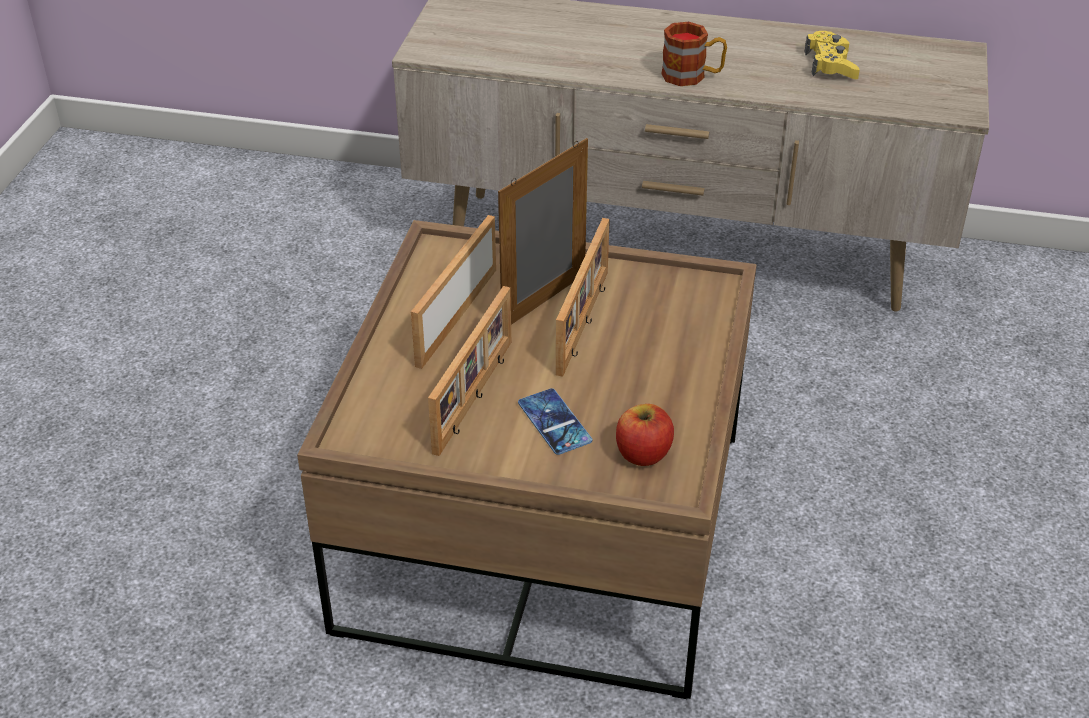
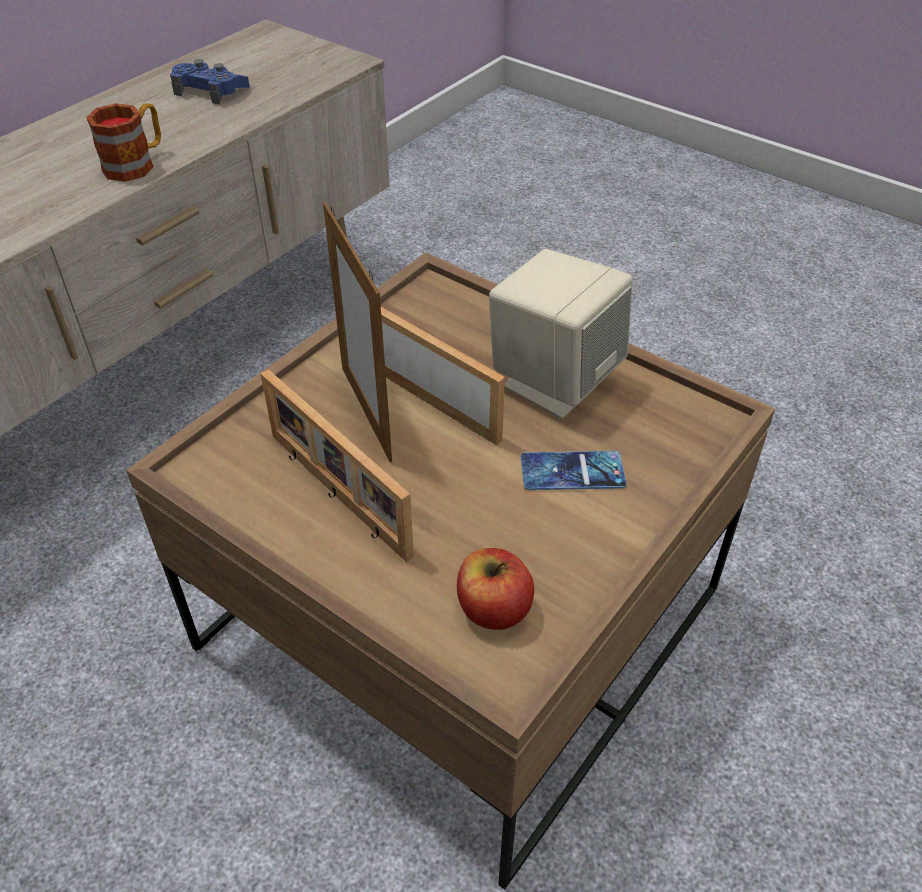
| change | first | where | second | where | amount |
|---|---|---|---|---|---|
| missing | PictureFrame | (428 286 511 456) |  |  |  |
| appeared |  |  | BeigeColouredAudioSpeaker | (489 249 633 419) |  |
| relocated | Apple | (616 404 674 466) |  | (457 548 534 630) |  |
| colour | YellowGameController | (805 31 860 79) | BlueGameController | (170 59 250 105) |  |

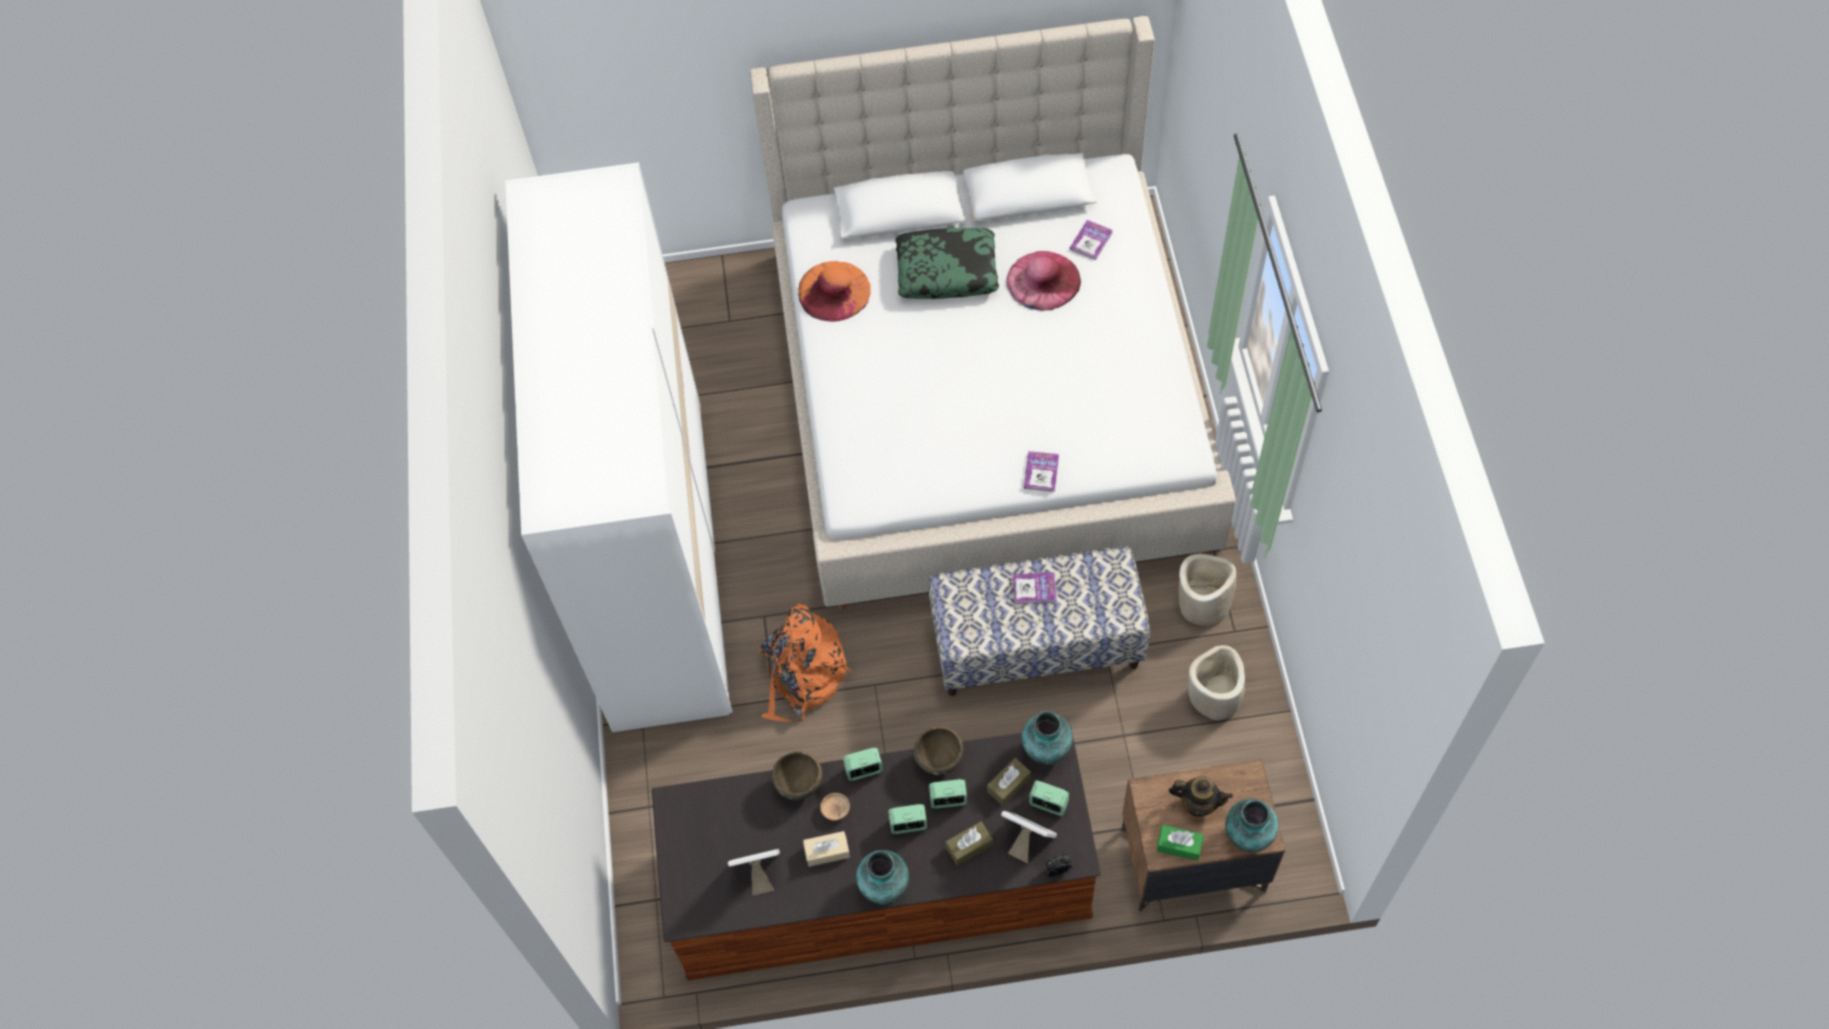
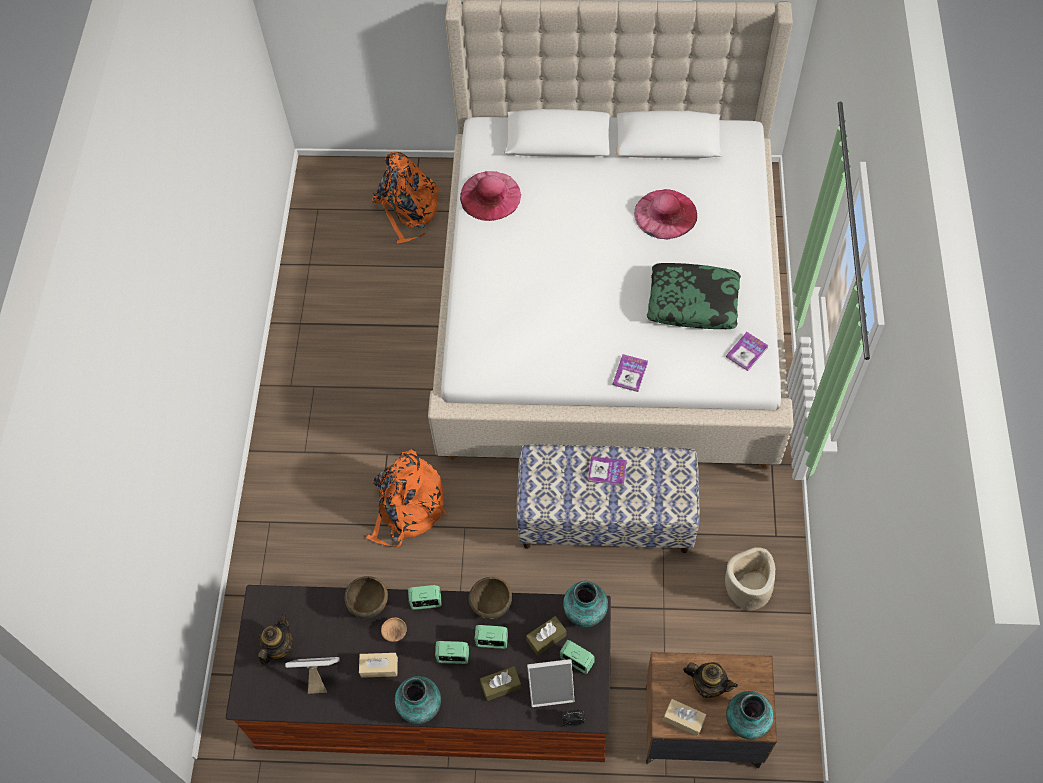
| change | first | where | second | where | amount |
|---|---|---|---|---|---|
| missing | WhitishArmoire | (505 162 733 732) |  |  |  |
| missing | BeigeColouredPlanter | (1179 554 1236 626) |  |  |  |
| appeared |  |  | TeaPot | (258 613 293 668) |  |
| appeared |  |  | OrangeyBackpack | (372 151 442 244) |  |
| relocated | Cushion | (895 228 999 299) |  | (647 263 741 329) |  |
| relocated | BoundBook | (1070 220 1113 260) |  | (726 332 769 371) |  |
| colour | OrangeyHat | (798 261 871 322) | PinkishHat | (460 171 521 221) |  |
| colour | GreenColouredBoxOfTissues | (1157 825 1204 861) | BeigeColouredBoxOfTissues | (663 699 706 736) |  |
| spun | PictureFrame | (1001 811 1057 863) |  | (527 659 574 707) | 135 degrees clockwise |

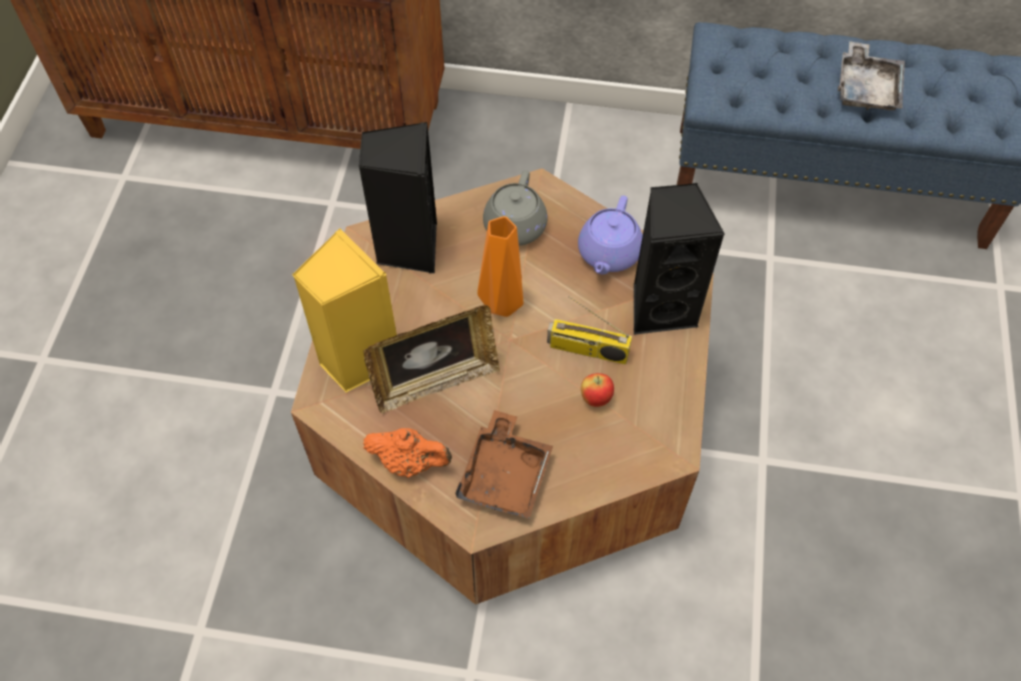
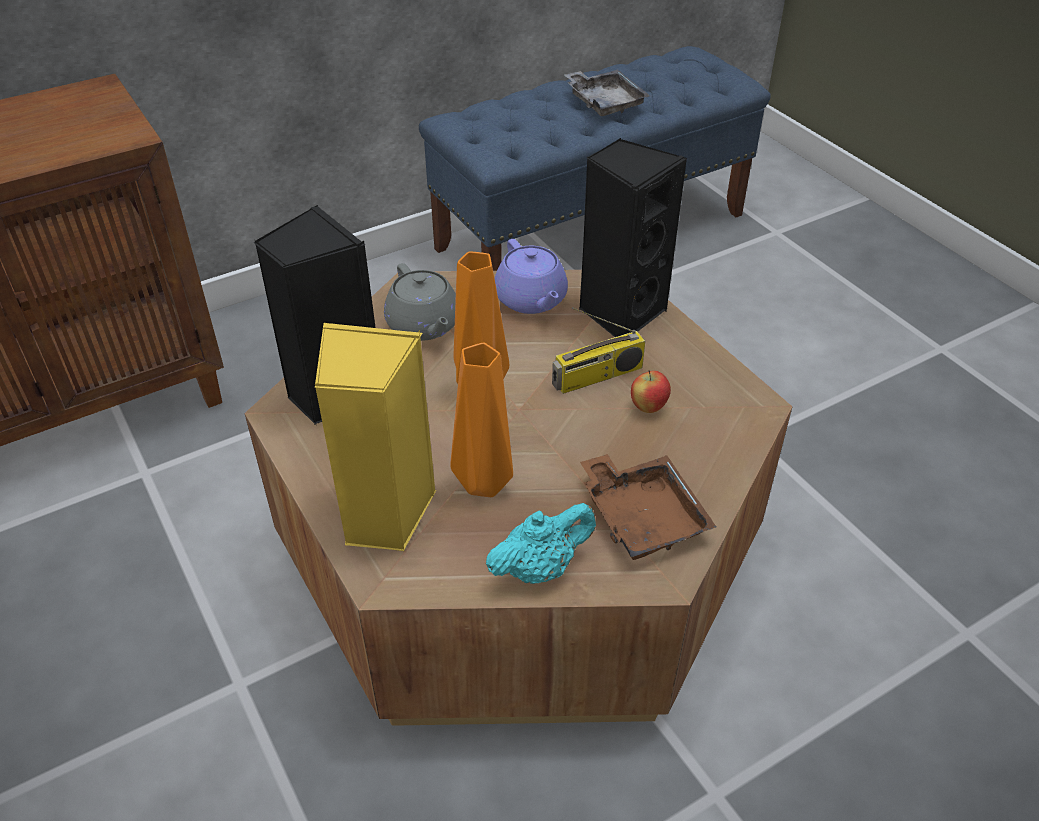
| change | first | where | second | where | amount |
|---|---|---|---|---|---|
| exchanged | PictureFrame | (364 305 500 413) | OrangeyDecorativeVase | (450 343 513 497) |  |
| colour | OrangeyTeaPot | (363 428 452 478) | BlueGreenTeaPot | (486 503 596 584) |  |

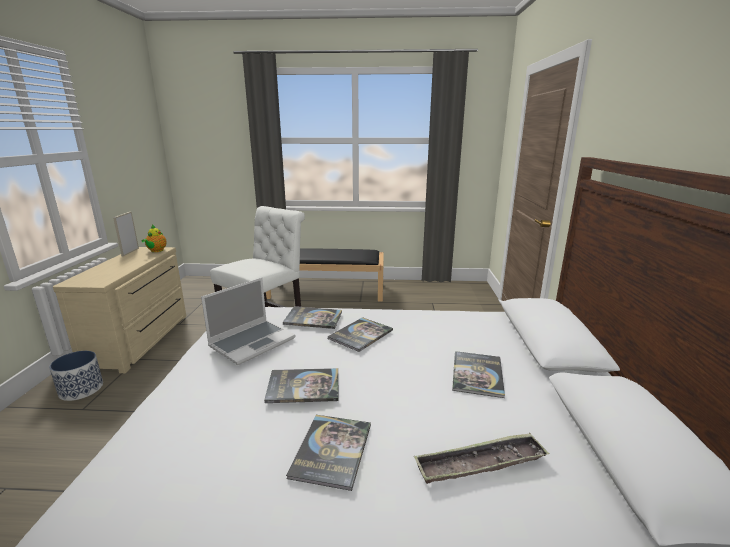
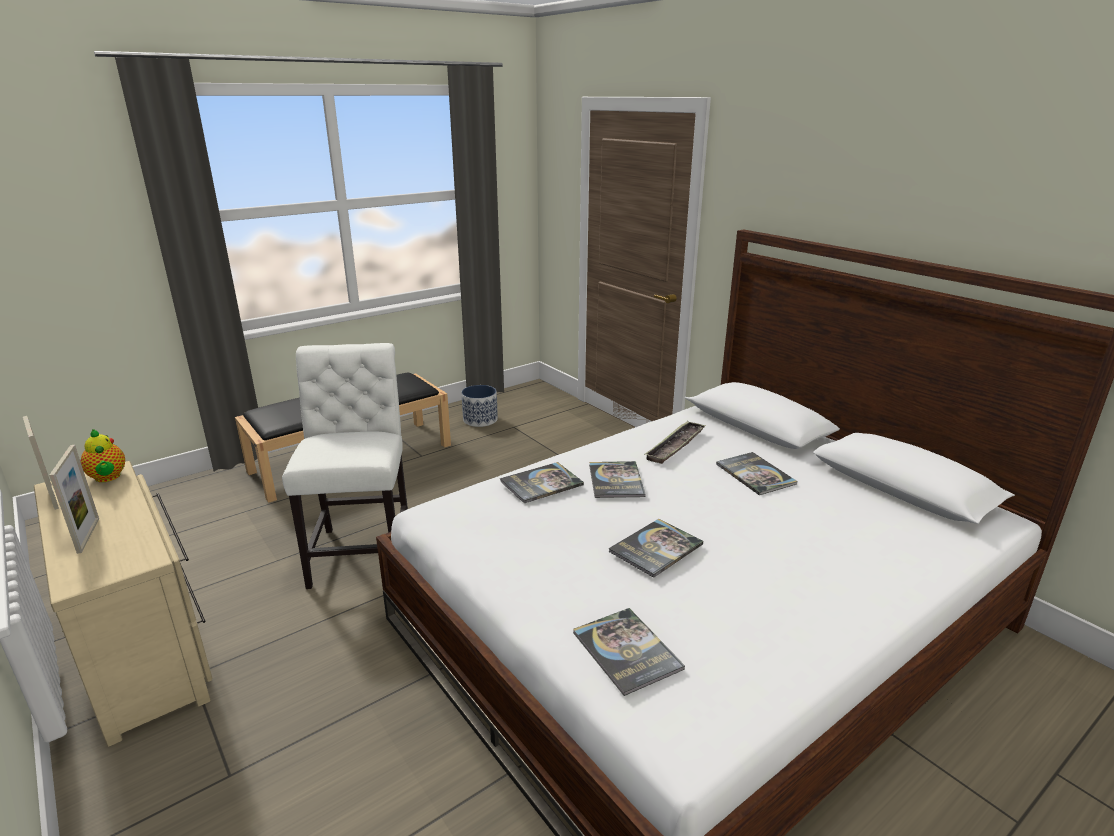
| change | first | where | second | where | amount |
|---|---|---|---|---|---|
| missing | PortableComputer | (201 278 296 365) |  |  |  |
| appeared |  |  | PictureFrame | (49 445 99 554) |  |
| relocated | Planter | (49 351 103 401) |  | (462 385 498 427) |  |
| relocated | BoundBook | (286 415 371 491) |  | (573 608 685 696) |  |
| relocated | CarryingTray | (414 433 550 484) |  | (644 421 706 464) |  |

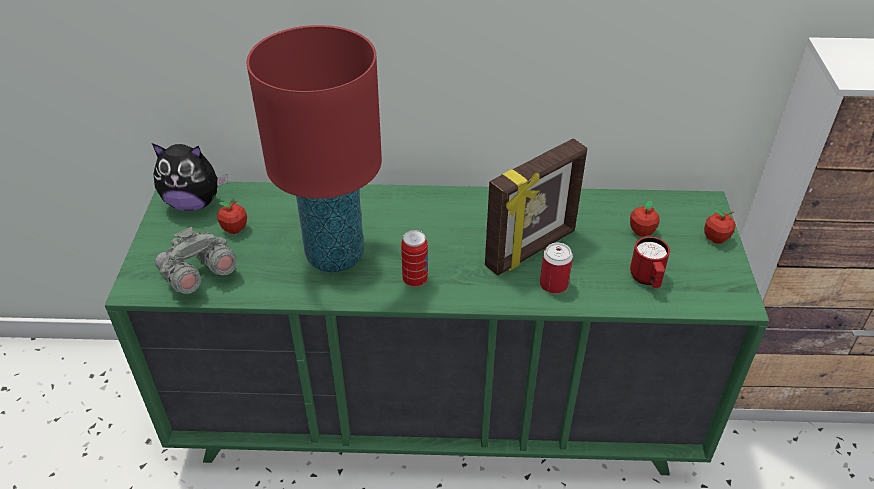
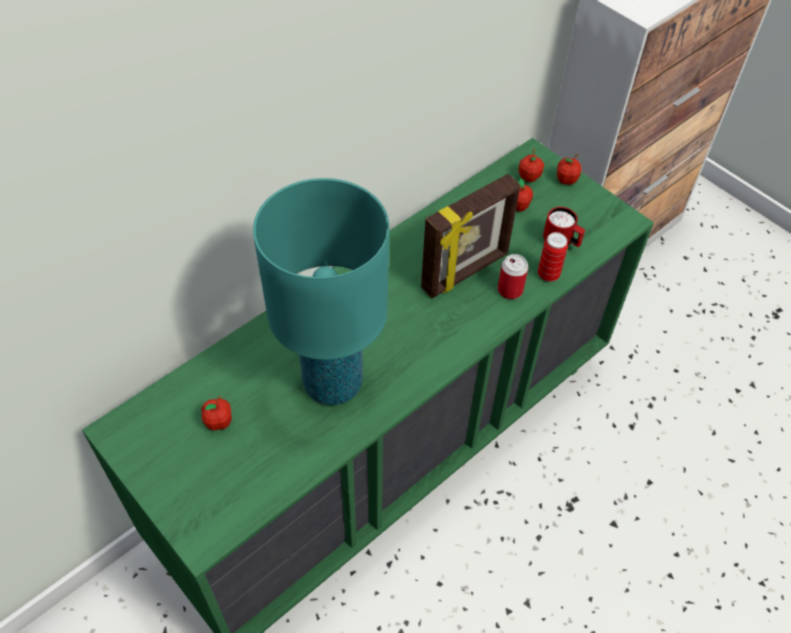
| change | first | where | second | where | amount |
|---|---|---|---|---|---|
| missing | PlushToy | (152 143 227 211) |  |  |  |
| missing | GreyFieldGlasses | (155 227 237 294) |  |  |  |
| appeared |  |  | Apple | (518 148 544 182) |  |
| relocated | SealedCan | (401 230 428 287) |  | (538 232 568 282) |  |
| colour | RedColouredLampForATable | (247 25 382 273) | BlueGreenLampForATable | (253 178 390 405) |  |
| spun | PictureFrame | (485 138 587 276) |  | (421 174 521 298) | 45 degrees clockwise |

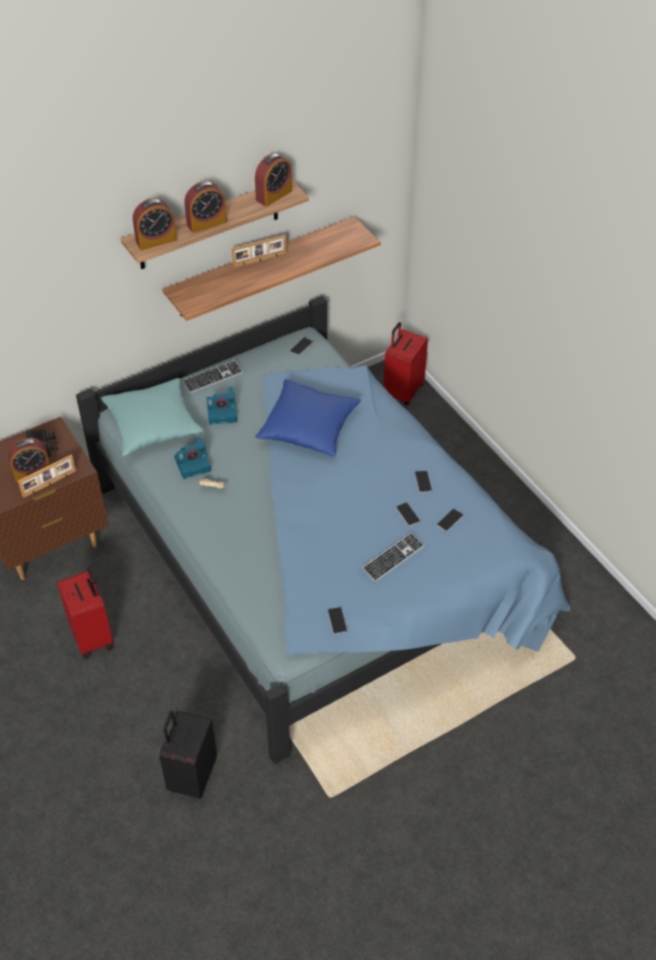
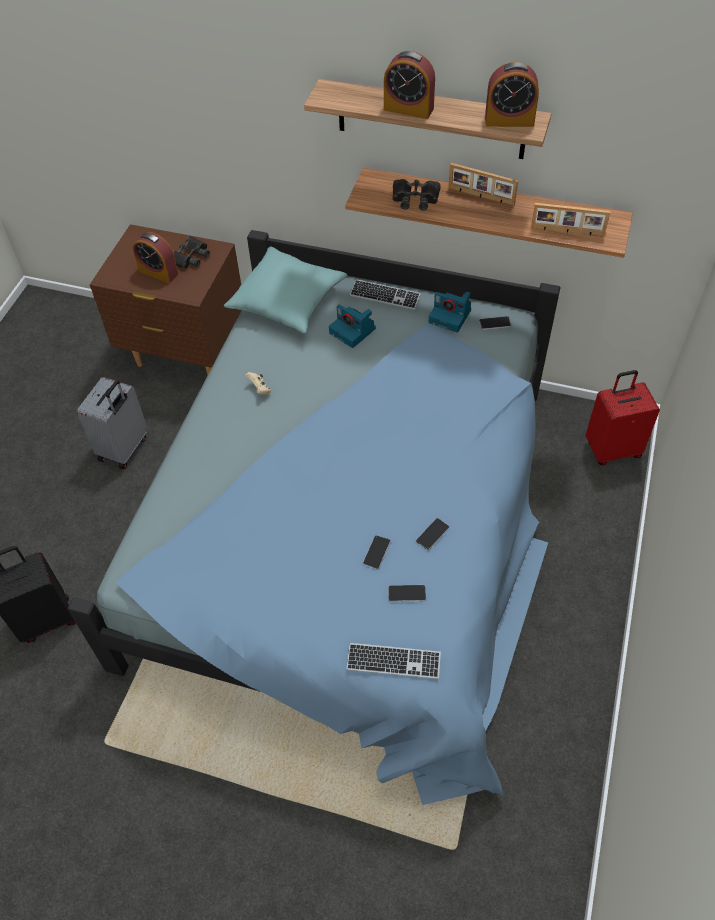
| change | first | where | second | where | amount |
|---|---|---|---|---|---|
| missing | AlarmClock | (133 198 177 250) |  |  |  |
| missing | BlueCushion | (255 379 361 457) |  |  |  |
| missing | Phone | (327 607 348 634) |  |  |  |
| appeared |  |  | BlackFieldGlasses | (392 179 441 211) |  |
| relocated | PictureFrame | (18 455 76 498) |  | (531 203 610 237) |  |
| relocated | PhotoCamera | (174 436 211 479) |  | (429 291 471 333) |  |
| relocated | ComputerKeyboard | (362 532 425 582) |  | (347 643 441 679) |  |
| colour | RedColouredTravelCase | (57 567 113 659) | GreyTravelCase | (77 377 148 469) |  |

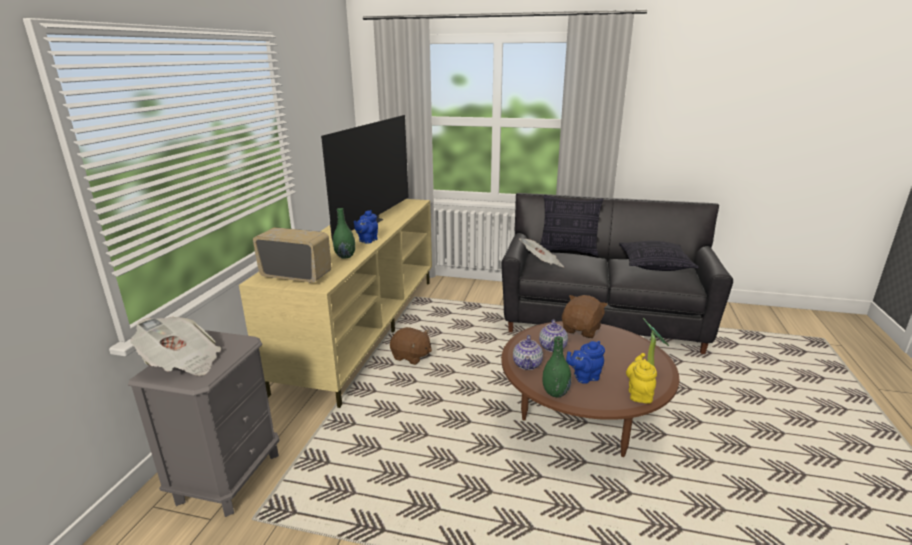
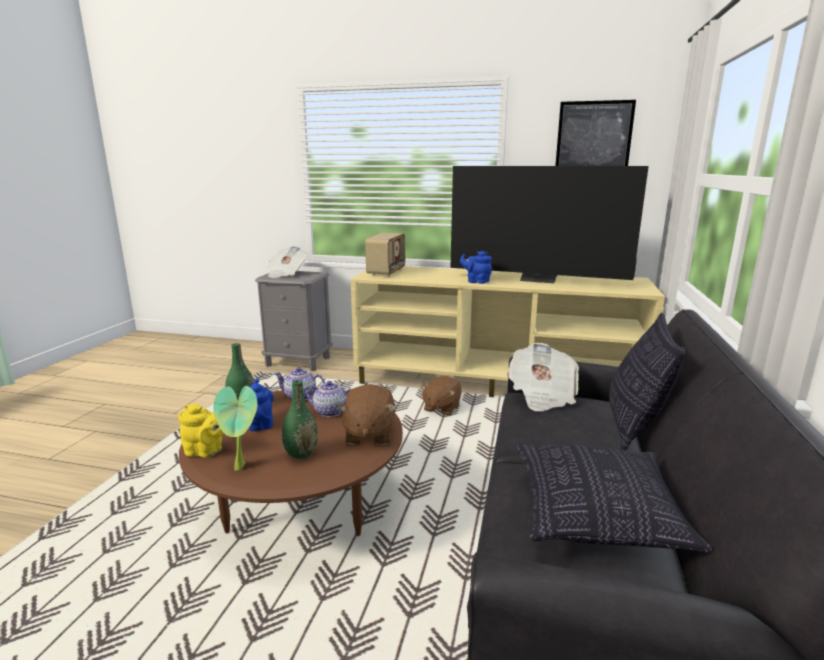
| change | first | where | second | where | amount |
|---|---|---|---|---|---|
| appeared |  |  | WallArt | (555 100 636 166) |  |
| relocated | GreenColouredDecorativeVase | (333 208 356 259) |  | (282 380 317 459) |  |
| spun | BrownPlushToy | (562 295 608 338) |  | (338 384 396 445) | 60 degrees clockwise |

